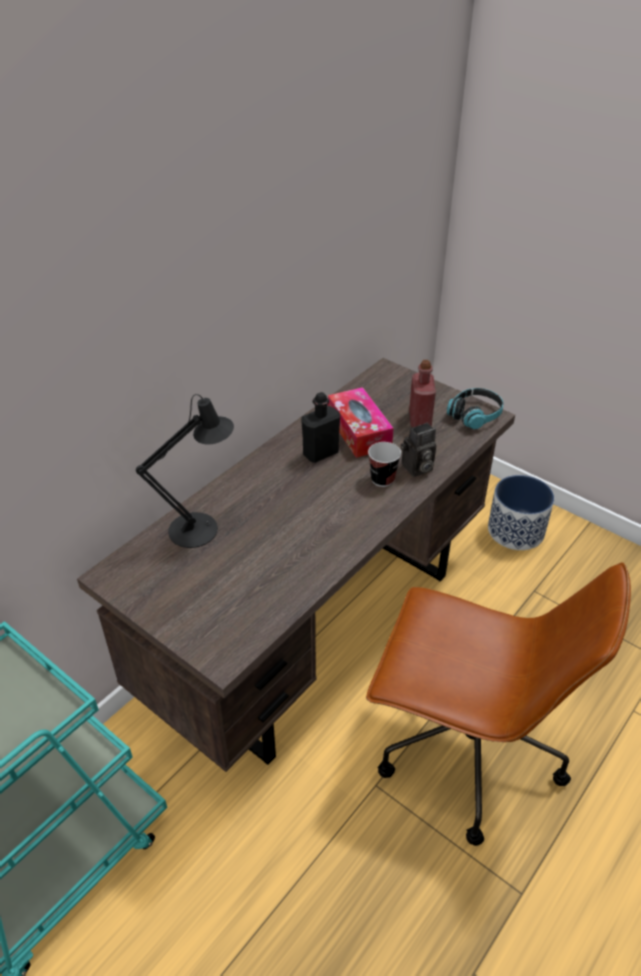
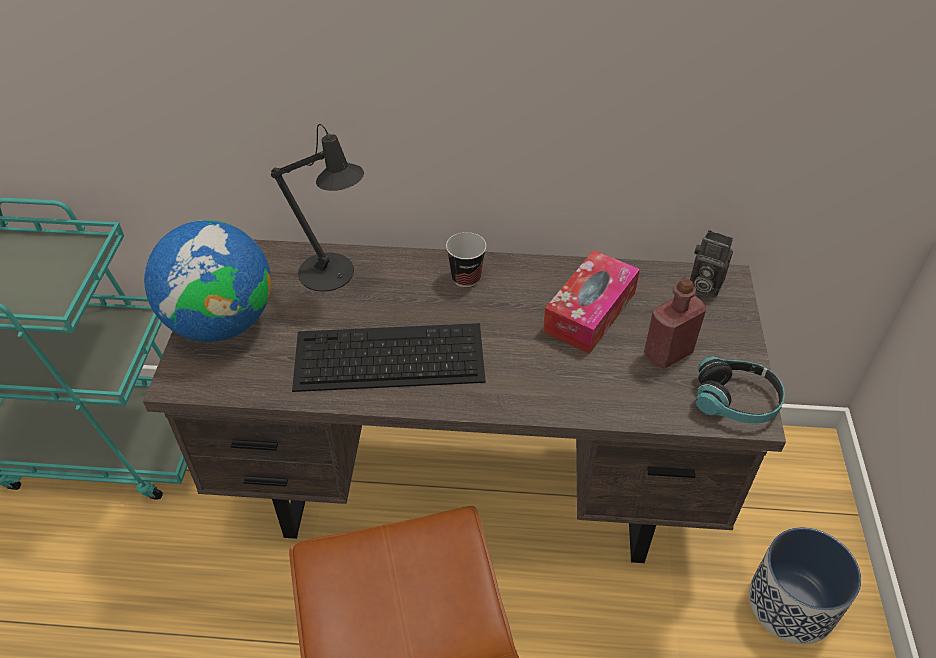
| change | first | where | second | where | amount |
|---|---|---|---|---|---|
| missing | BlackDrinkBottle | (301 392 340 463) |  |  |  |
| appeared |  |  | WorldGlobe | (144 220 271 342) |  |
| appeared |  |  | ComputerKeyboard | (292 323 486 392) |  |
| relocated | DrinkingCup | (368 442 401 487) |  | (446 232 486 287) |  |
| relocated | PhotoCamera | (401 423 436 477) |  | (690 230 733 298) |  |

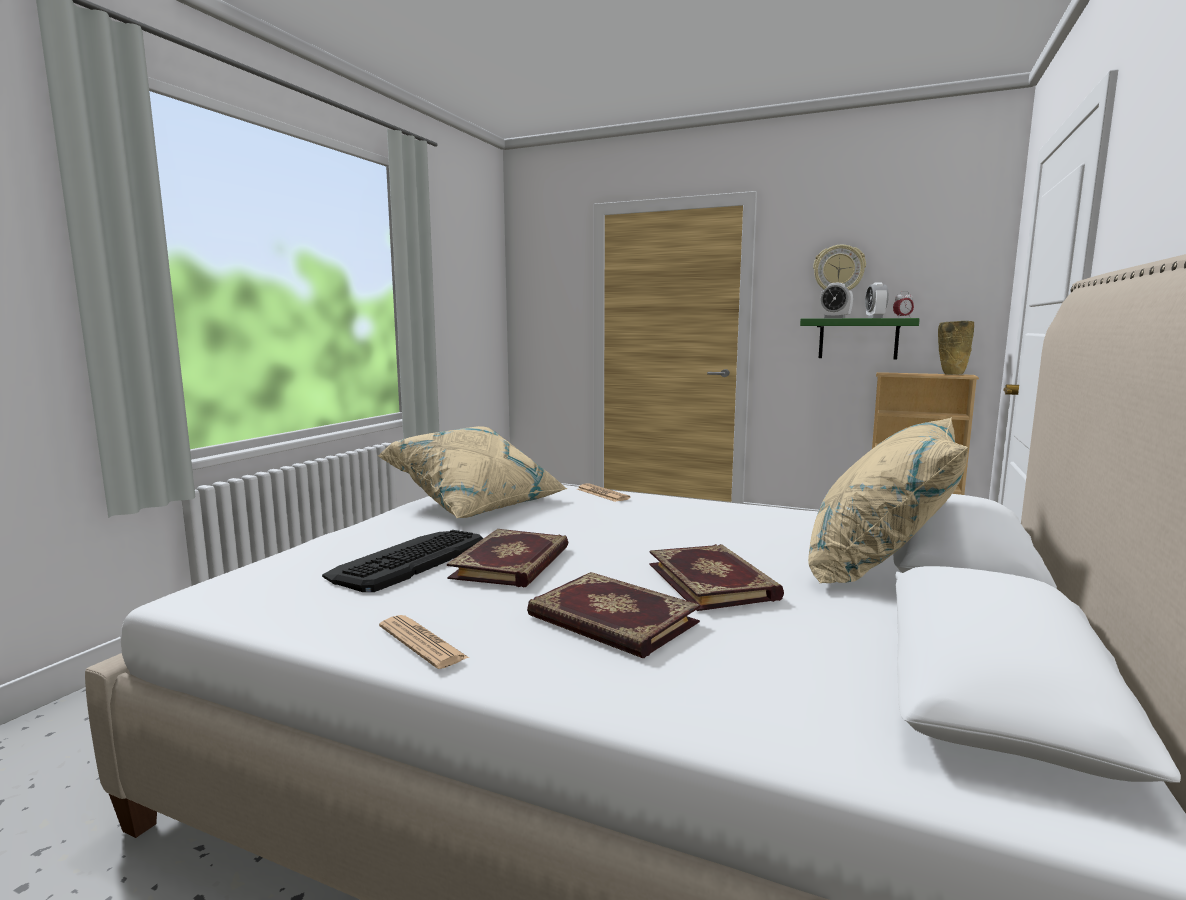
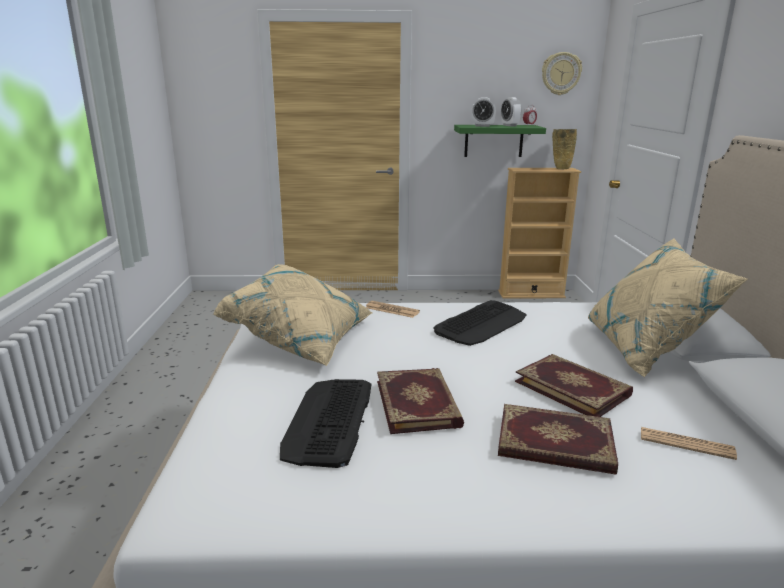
| change | first | where | second | where | amount |
|---|---|---|---|---|---|
| appeared |  |  | ComputerKeyboard | (433 300 527 346) |  |
| relocated | Newspaper | (379 615 469 669) |  | (641 427 737 460) |  |
| relocated | HangingClock | (813 245 866 291) |  | (542 52 582 95) |  |

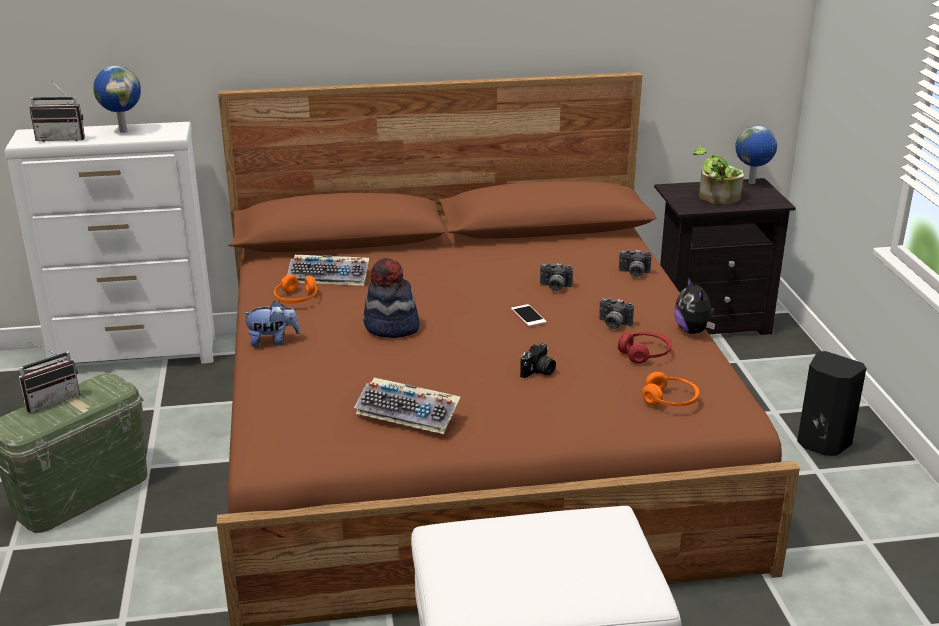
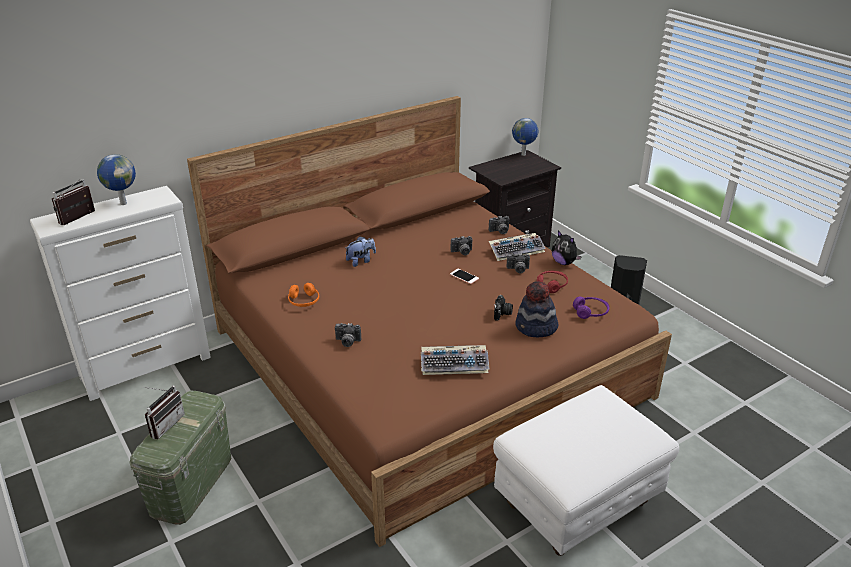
| change | first | where | second | where | amount |
|---|---|---|---|---|---|
| missing | PottedPlant | (693 145 744 204) |  |  |  |
| appeared |  |  | PhotoCamera | (335 323 361 347) |  |
| relocated | PlushToy | (242 301 300 347) |  | (345 236 376 267) |  |
| relocated | ComputerKeyboard | (287 255 369 285) |  | (489 233 546 261) |  |
| relocated | Hat | (363 258 420 338) |  | (515 281 559 337) |  |
| colour | OrangeyHeadset | (642 372 700 406) | PurplishHeadset | (573 297 610 319) |  |
| spun | RadioSet | (30 80 85 142) |  | (52 179 95 225) | 150 degrees clockwise |

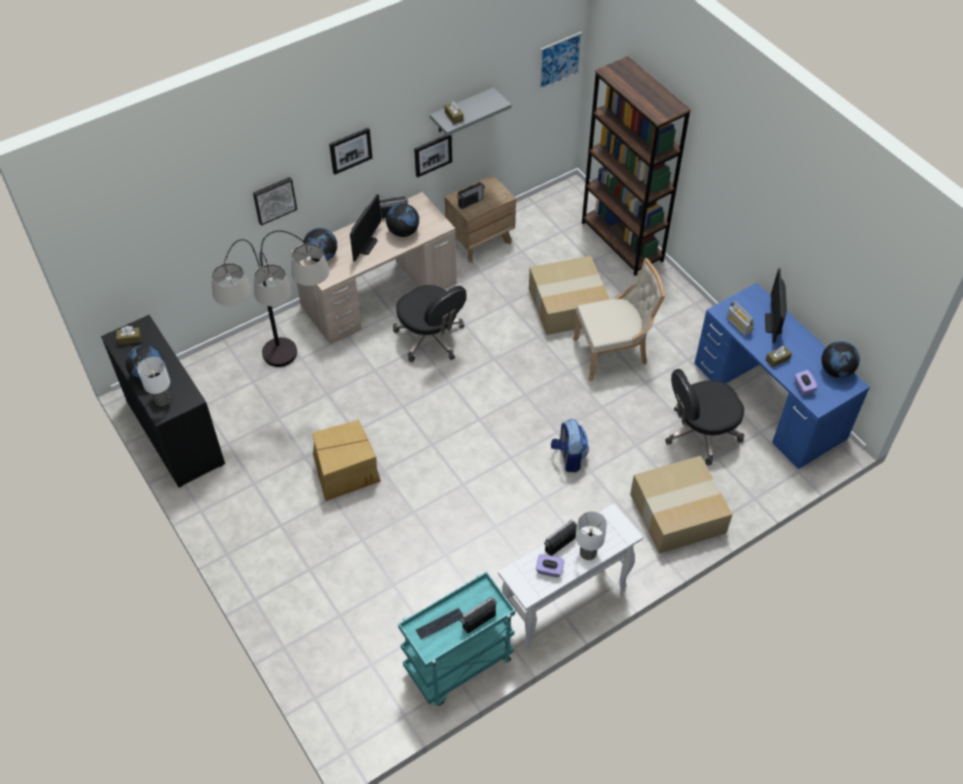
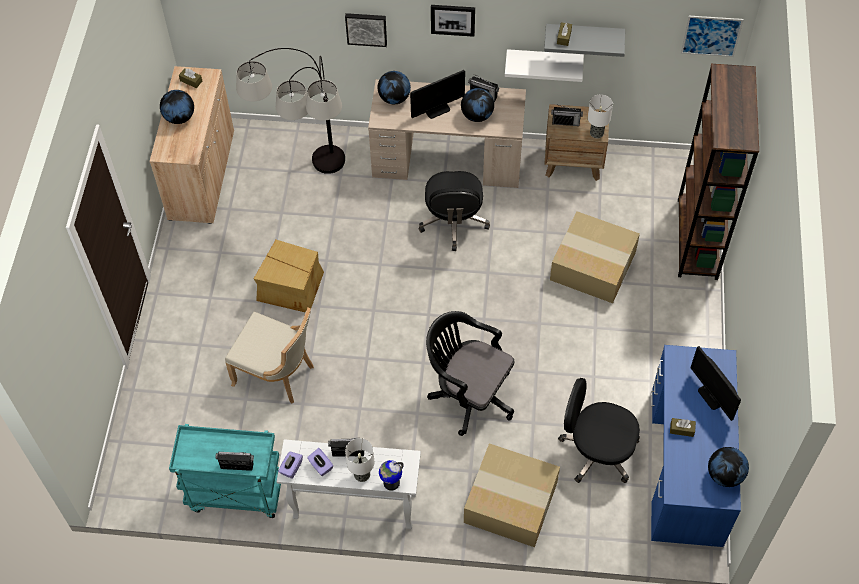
| change | first | where | second | where | amount |
|---|---|---|---|---|---|
| missing | ComputerKeyboard | (416 608 463 639) |  |  |  |
| missing | RadioSet | (726 301 754 336) |  |  |  |
| appeared |  |  | WorldGlobe | (379 460 404 491) |  |
| relocated | LampForATable | (138 357 171 406) |  | (588 94 613 138) |  |
| relocated | BeigeColouredChair | (573 258 665 381) |  | (225 307 314 404) |  |
| relocated | PurplishBoxOfTissues | (795 370 818 395) |  | (278 451 303 479) |  |
| exchanged | WallArt | (414 135 452 178) | WhitishShelf | (505 49 584 82) |  |
| exchanged | Backpack | (551 419 589 472) | BlackOfficeChair | (426 311 514 436) |  |
| colour | BlackCabinet | (101 315 225 488) | BeigeColouredCabinet | (150 66 234 224) |  |
| spun | Monitor | (765 268 787 343) |  | (690 346 741 421) | 75 degrees counterclockwise |

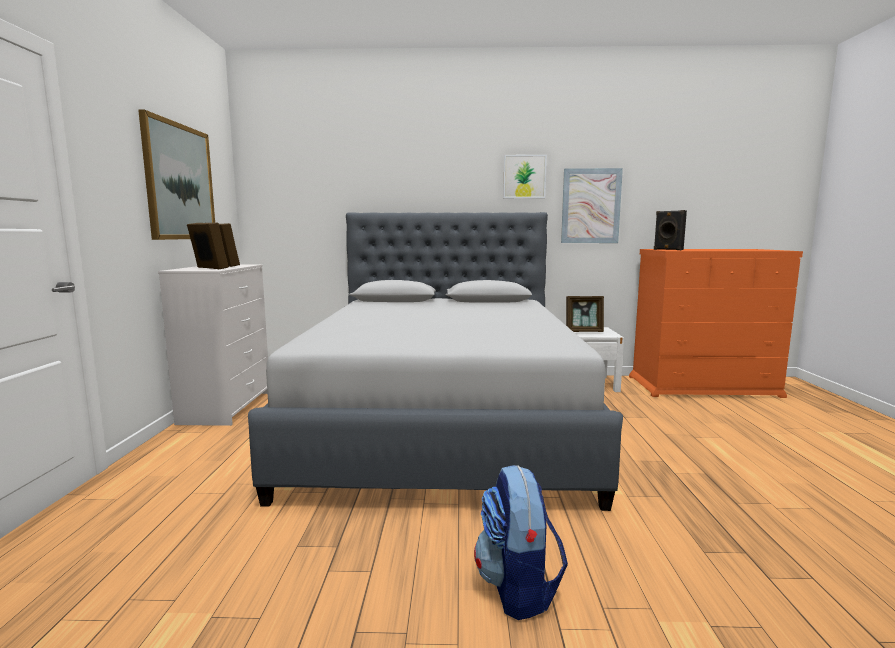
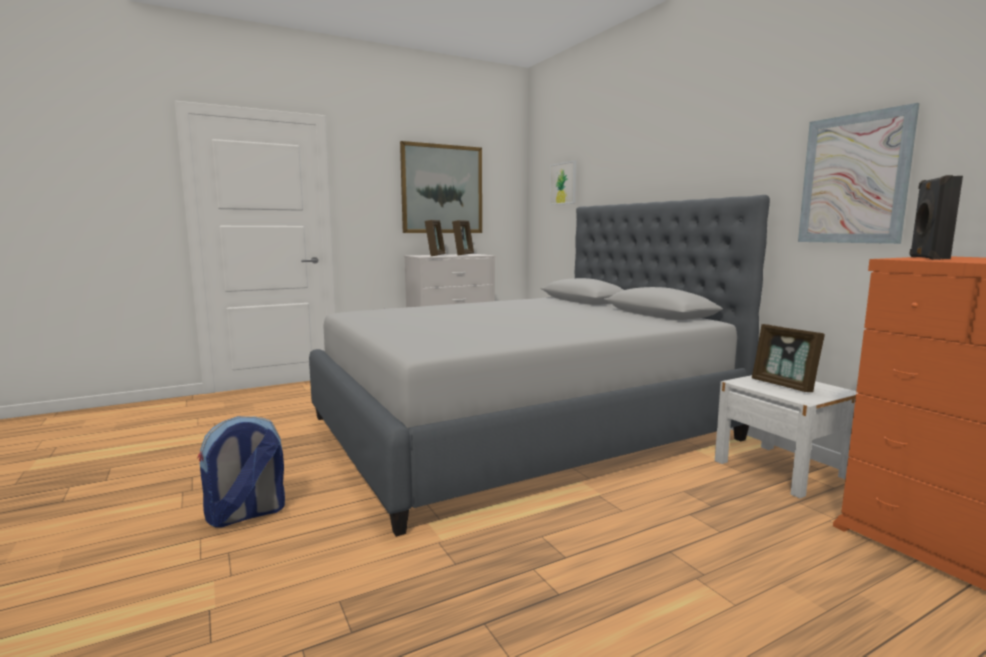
| change | first | where | second | where | amount |
|---|---|---|---|---|---|
| relocated | WallArt | (503 155 547 198) |  | (550 160 576 205) |  |

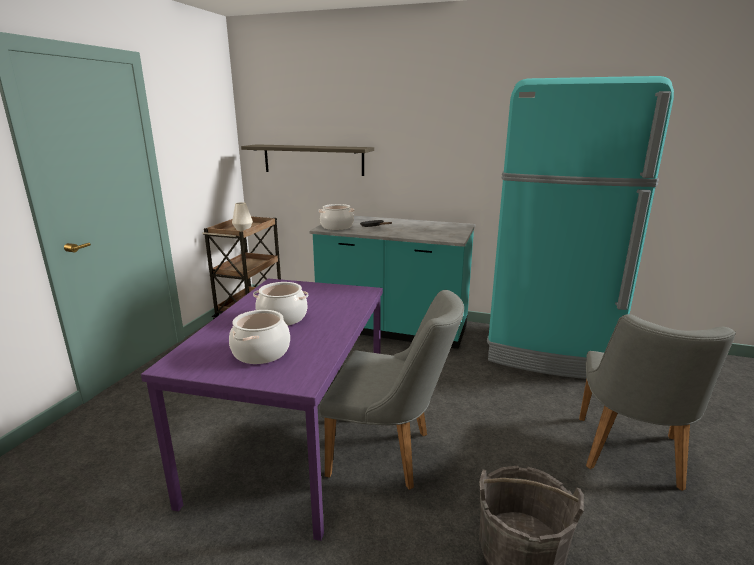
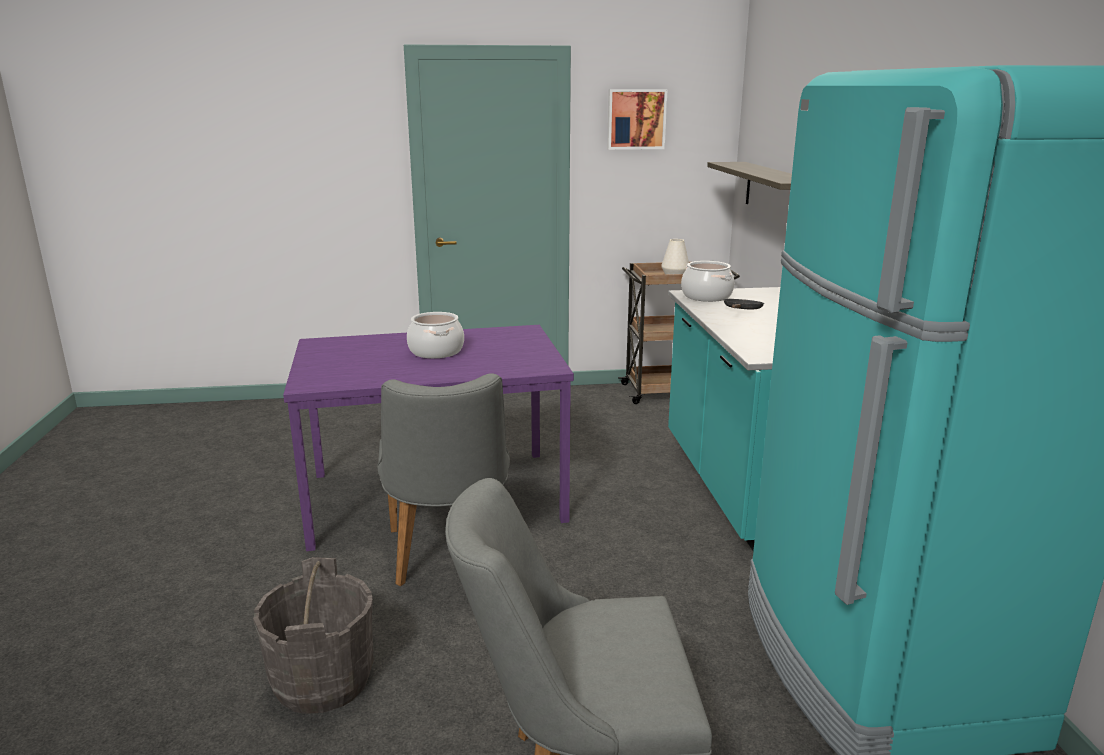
| change | first | where | second | where | amount |
|---|---|---|---|---|---|
| missing | Stockpot | (229 310 290 364) |  |  |  |
| appeared |  |  | WallArt | (607 89 668 150) |  |

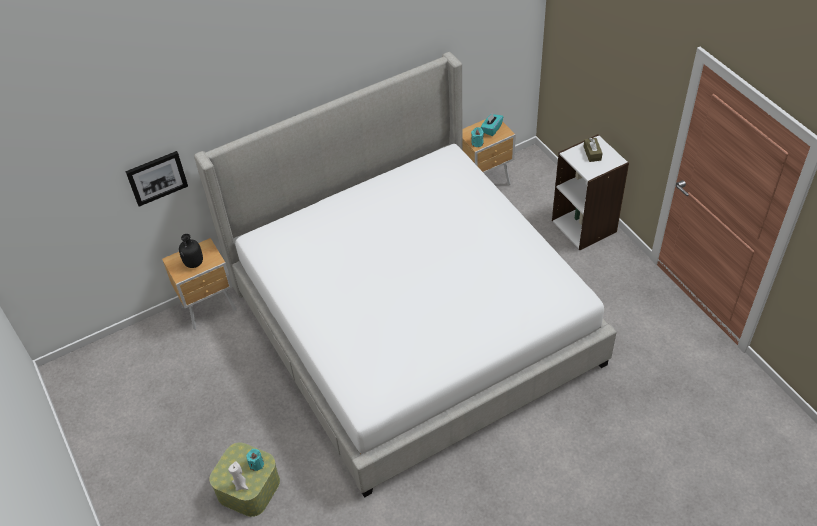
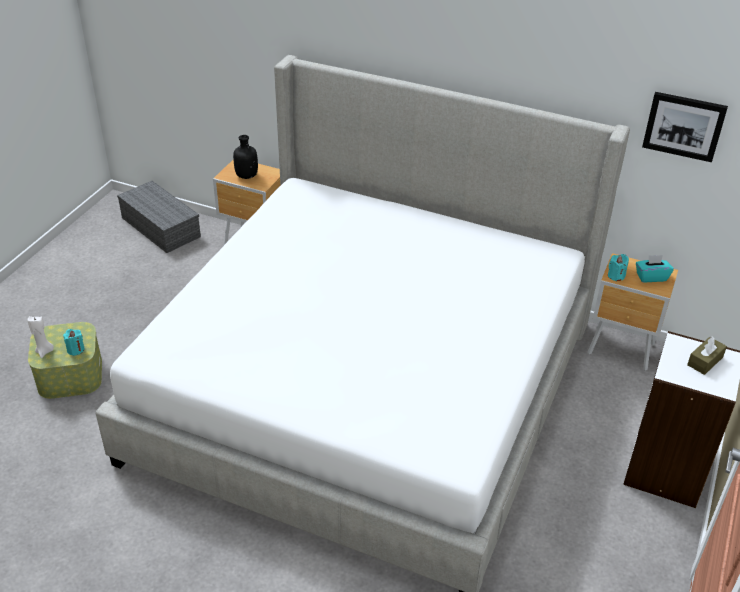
| change | first | where | second | where | amount |
|---|---|---|---|---|---|
| appeared |  |  | GreyStorageBox | (117 181 201 253) |  |
| relocated | WallArt | (125 151 188 207) |  | (642 92 728 162) |  |

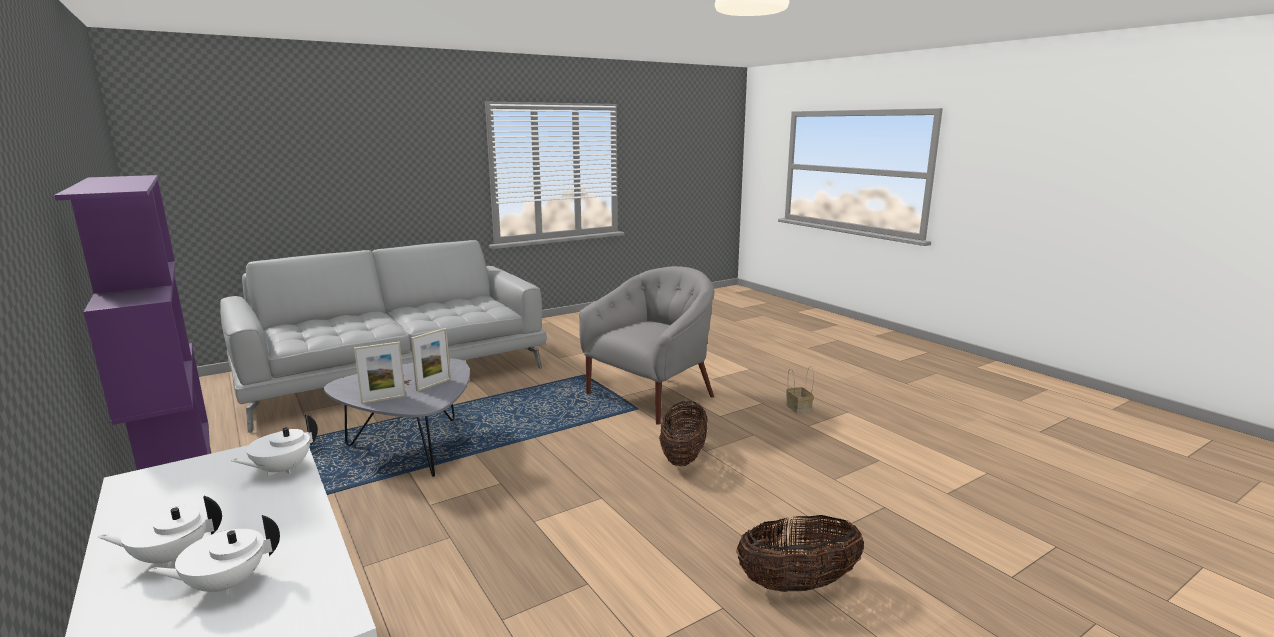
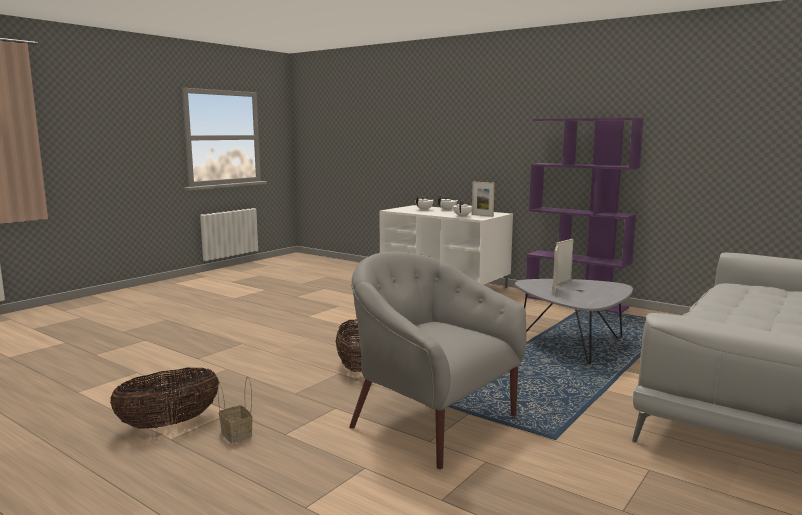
| change | first | where | second | where | amount |
|---|---|---|---|---|---|
| appeared |  |  | PictureFrame | (472 181 495 217) |  |
| relocated | Basket | (736 515 864 592) |  | (110 368 220 429) |  |
| spun | GreyLoungeChair | (579 266 714 425) |  | (349 251 526 469) | 105 degrees clockwise |

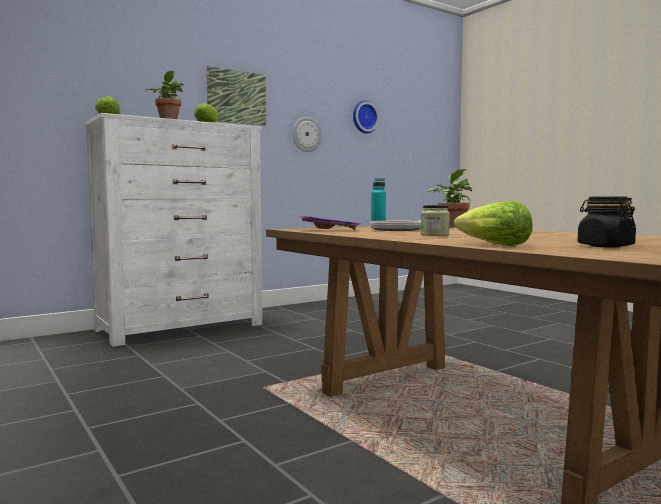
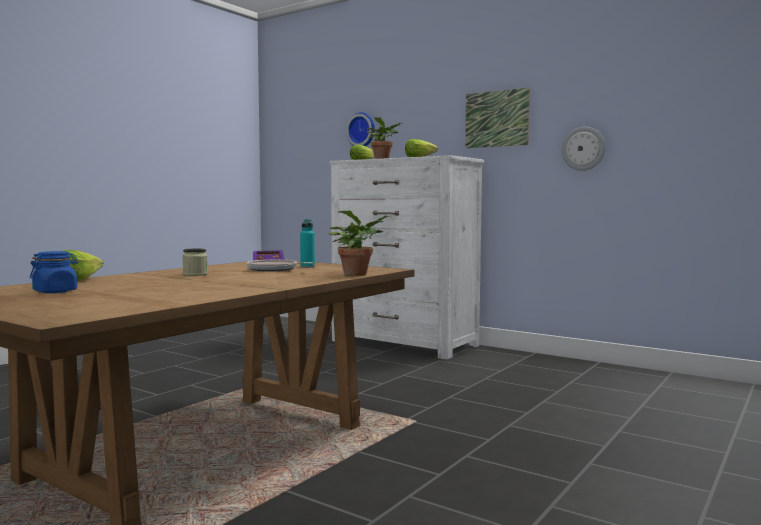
| change | first | where | second | where | amount |
|---|---|---|---|---|---|
| relocated | HangingClock | (353 100 379 133) |  | (346 112 375 147) |  |
| colour | BlackStorageJar | (578 196 636 248) | BlueStorageJar | (30 251 78 293) |  |

